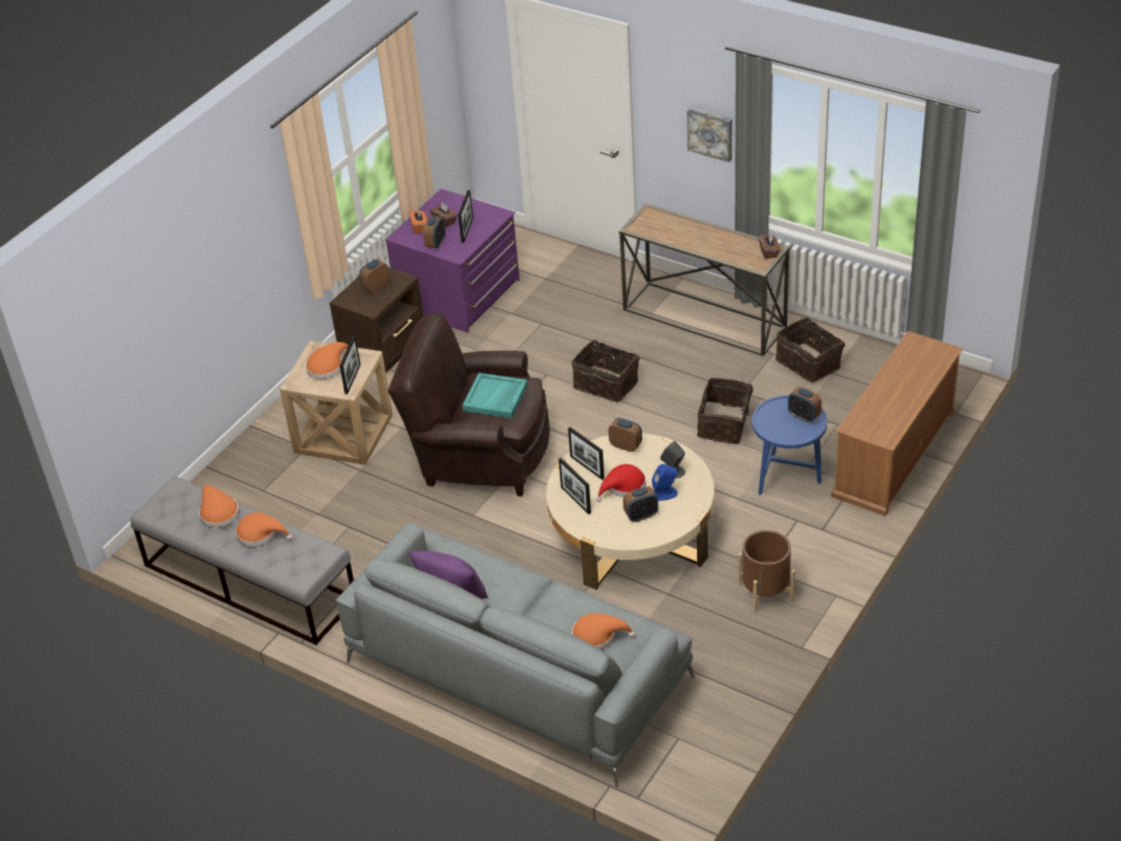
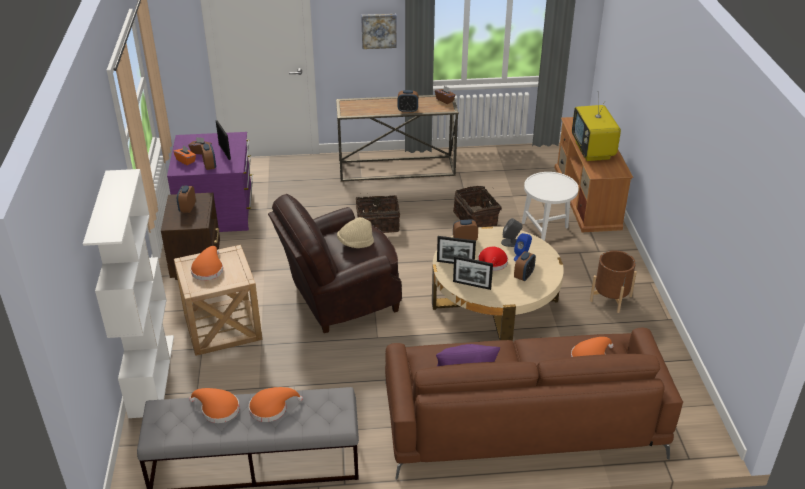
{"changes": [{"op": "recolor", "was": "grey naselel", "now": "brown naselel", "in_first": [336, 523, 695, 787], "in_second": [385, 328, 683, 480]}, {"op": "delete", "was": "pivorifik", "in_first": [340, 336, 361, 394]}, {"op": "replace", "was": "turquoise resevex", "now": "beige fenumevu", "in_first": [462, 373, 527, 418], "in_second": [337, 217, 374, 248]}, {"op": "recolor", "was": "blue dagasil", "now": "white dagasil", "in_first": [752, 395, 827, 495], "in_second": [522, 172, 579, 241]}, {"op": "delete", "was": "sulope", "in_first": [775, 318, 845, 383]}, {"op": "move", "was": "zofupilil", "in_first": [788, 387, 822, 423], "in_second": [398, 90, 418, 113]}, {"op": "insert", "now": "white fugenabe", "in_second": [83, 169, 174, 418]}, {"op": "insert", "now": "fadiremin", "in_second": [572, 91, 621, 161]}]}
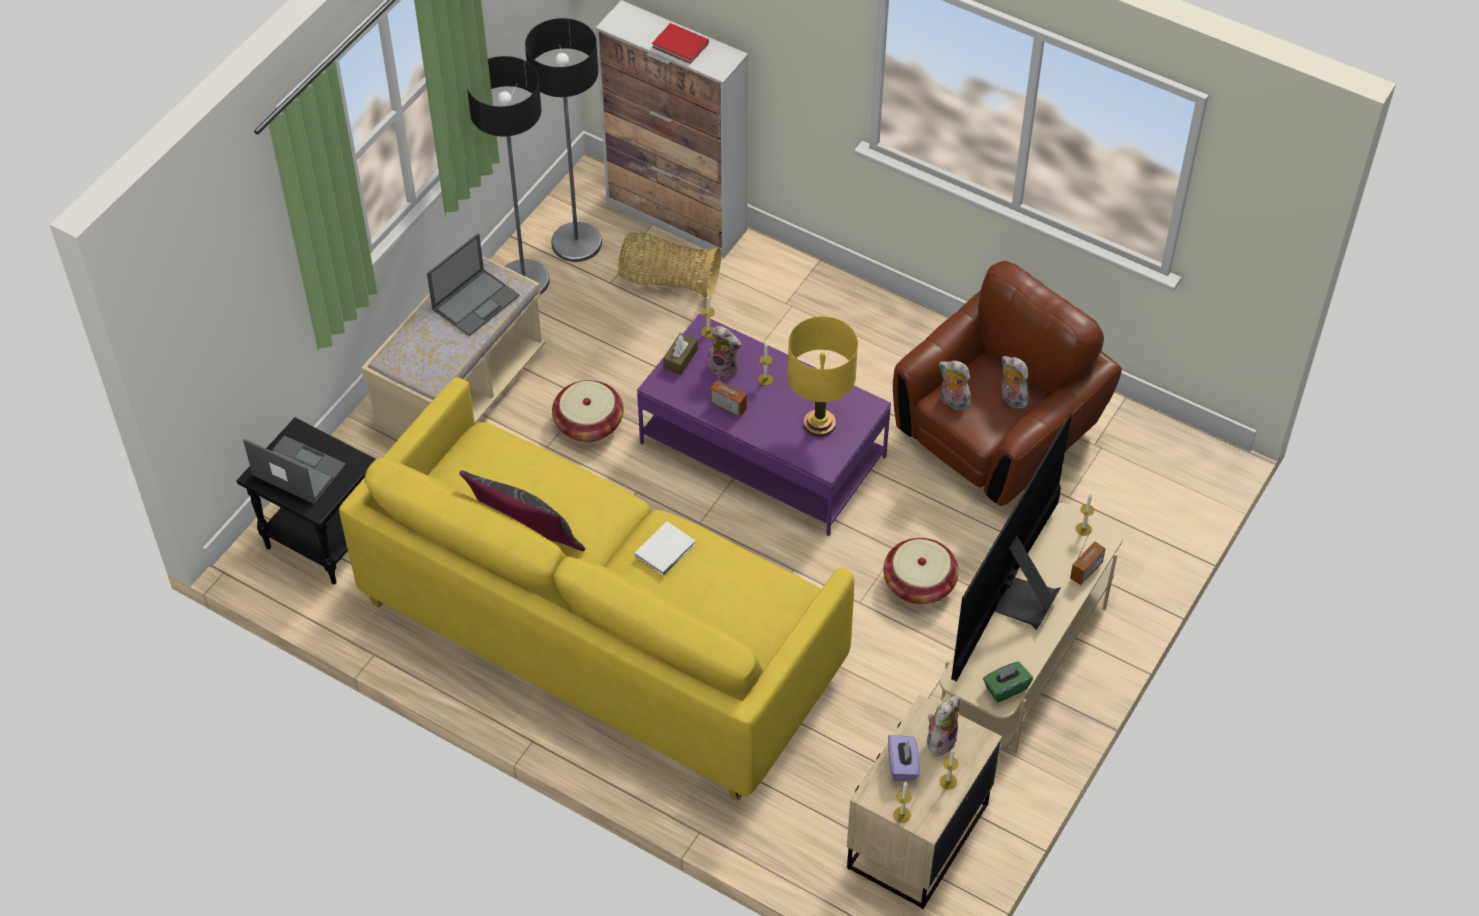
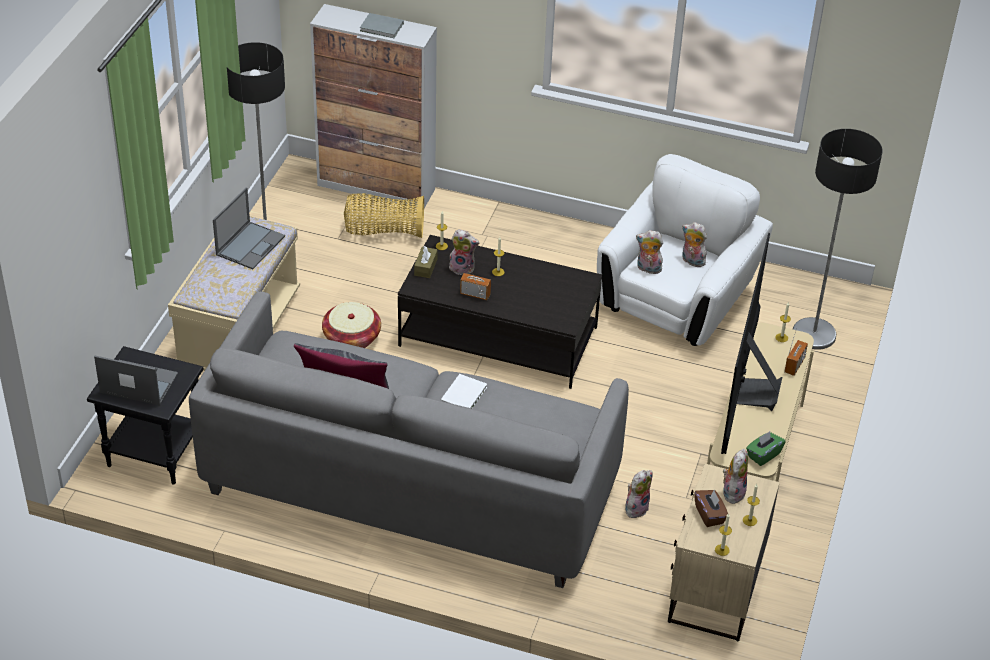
{"changes": [{"op": "recolor", "was": "yellow naselel", "now": "grey naselel", "in_first": [339, 377, 854, 801], "in_second": [189, 291, 629, 588]}, {"op": "move", "was": "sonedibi", "in_first": [525, 18, 602, 262], "in_second": [793, 129, 883, 350]}, {"op": "recolor", "was": "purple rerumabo", "now": "black rerumabo", "in_first": [637, 313, 891, 536], "in_second": [398, 235, 602, 389]}, {"op": "recolor", "was": "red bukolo", "now": "grey bukolo", "in_first": [652, 23, 709, 64], "in_second": [360, 13, 404, 38]}, {"op": "delete", "was": "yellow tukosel", "in_first": [788, 316, 858, 437]}, {"op": "delete", "was": "sulope", "in_first": [883, 538, 959, 604]}, {"op": "recolor", "was": "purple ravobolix", "now": "brown ravobolix", "in_first": [888, 735, 920, 781], "in_second": [694, 490, 728, 527]}, {"op": "recolor", "was": "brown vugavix", "now": "white vugavix", "in_first": [893, 261, 1122, 506], "in_second": [597, 154, 773, 346]}, {"op": "insert", "now": "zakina", "in_second": [625, 470, 652, 519]}]}
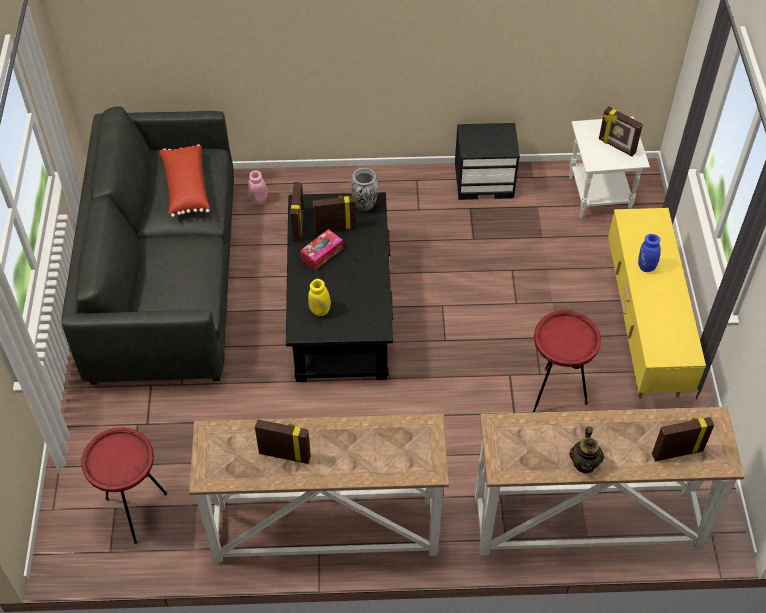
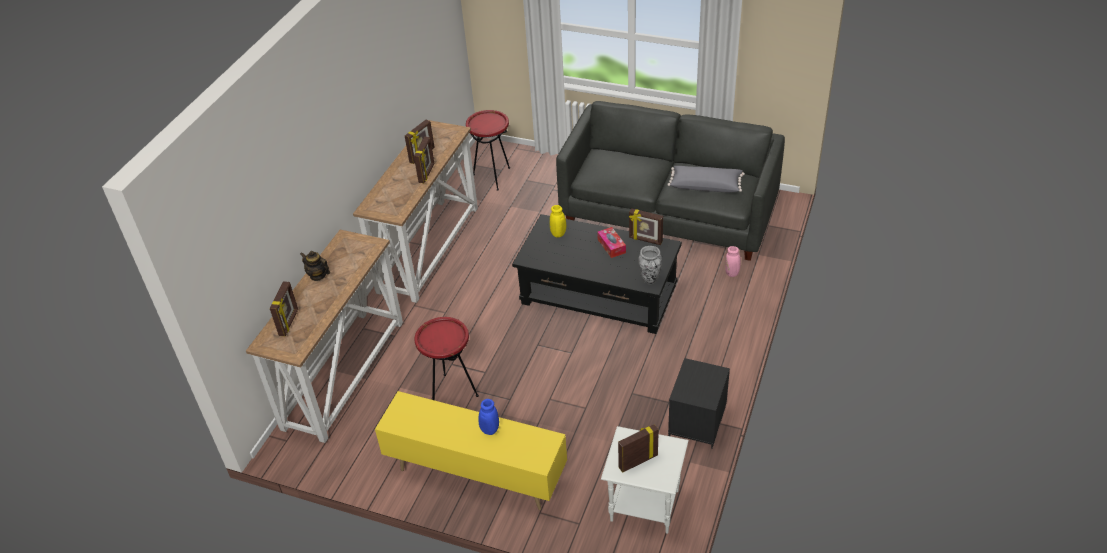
{"changes": [{"op": "recolor", "was": "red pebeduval", "now": "grey pebeduval", "in_first": [159, 144, 210, 217], "in_second": [667, 166, 745, 192]}, {"op": "move", "was": "pivorifik", "in_first": [313, 196, 356, 234], "in_second": [414, 136, 435, 183]}]}
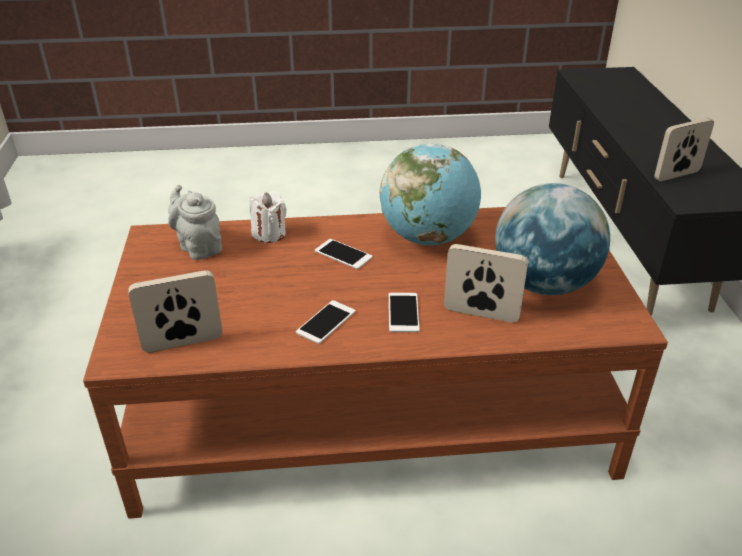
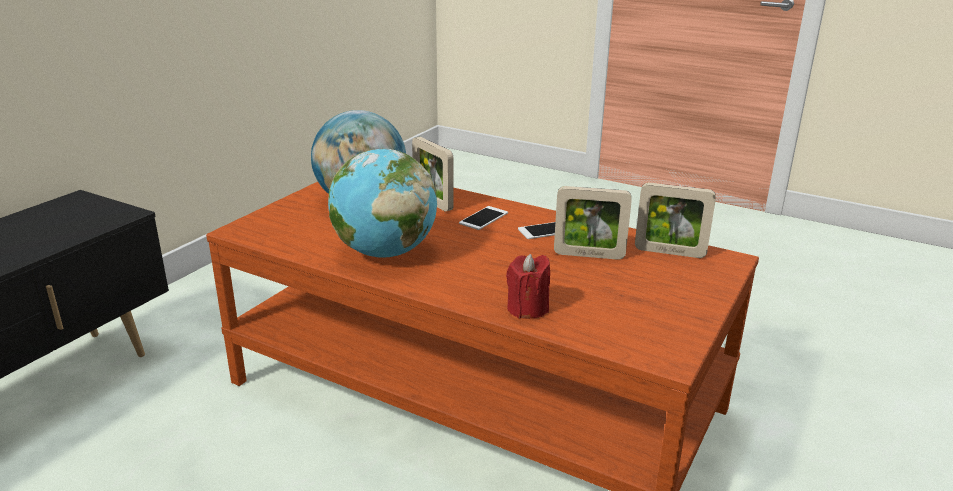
{"changes": [{"op": "delete", "was": "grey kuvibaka", "in_first": [168, 185, 222, 260]}, {"op": "recolor", "was": "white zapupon", "now": "red zapupon", "in_first": [249, 191, 287, 243], "in_second": [506, 254, 550, 319]}, {"op": "delete", "was": "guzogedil", "in_first": [315, 239, 373, 269]}, {"op": "move", "was": "pivorifik", "in_first": [654, 118, 714, 182], "in_second": [554, 186, 632, 260]}]}
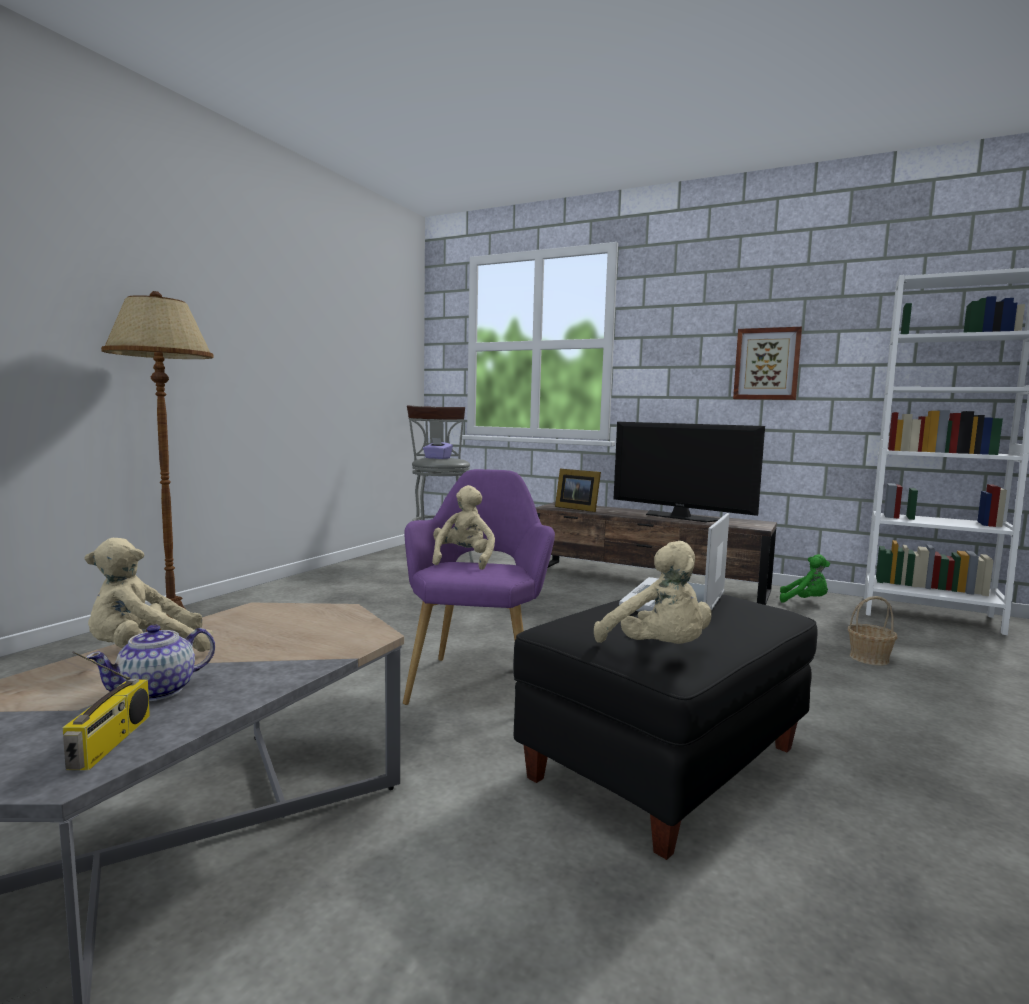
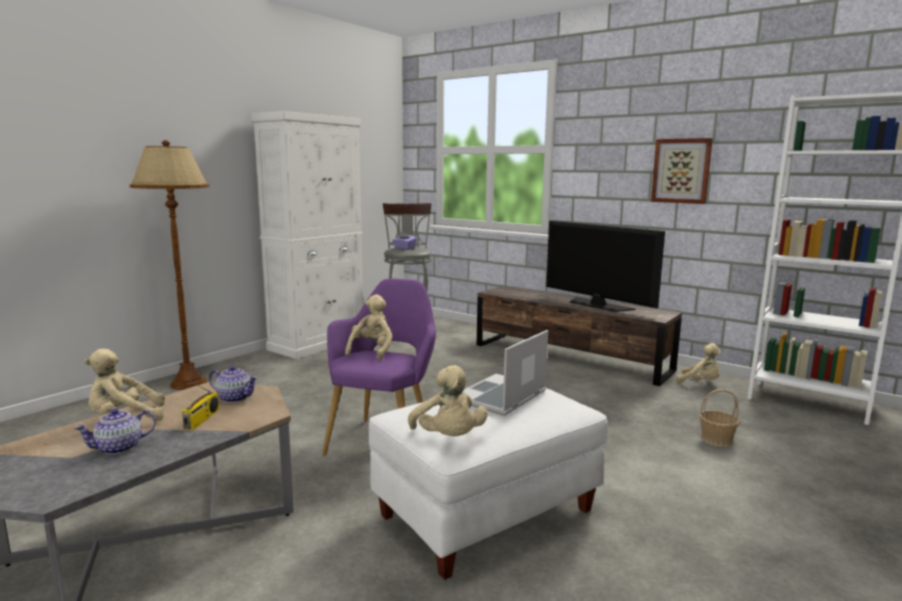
{"changes": [{"op": "move", "was": "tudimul", "in_first": [63, 651, 150, 770], "in_second": [182, 378, 219, 430]}, {"op": "recolor", "was": "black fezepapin", "now": "white fezepapin", "in_first": [513, 594, 818, 860], "in_second": [369, 388, 608, 580]}, {"op": "delete", "was": "pivorifik", "in_first": [555, 469, 601, 512]}, {"op": "recolor", "was": "green zakina", "now": "beige zakina", "in_first": [780, 554, 830, 603], "in_second": [676, 343, 721, 383]}, {"op": "insert", "now": "kuvibaka", "in_second": [209, 366, 258, 403]}, {"op": "insert", "now": "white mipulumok", "in_second": [251, 111, 363, 359]}]}
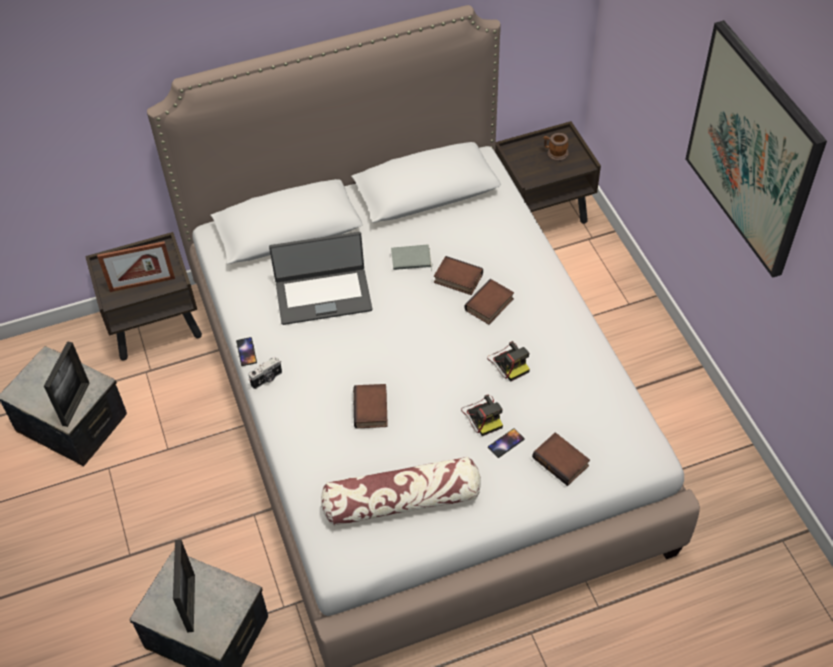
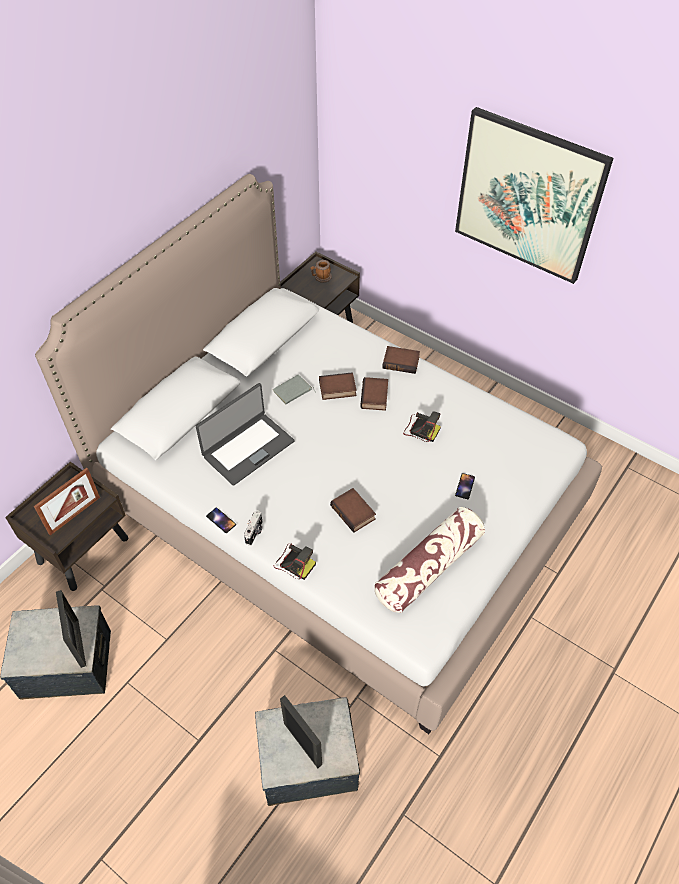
{"changes": [{"op": "move", "was": "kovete", "in_first": [461, 394, 503, 436], "in_second": [274, 543, 316, 580]}, {"op": "move", "was": "bukolo", "in_first": [532, 432, 590, 486], "in_second": [383, 346, 420, 374]}]}
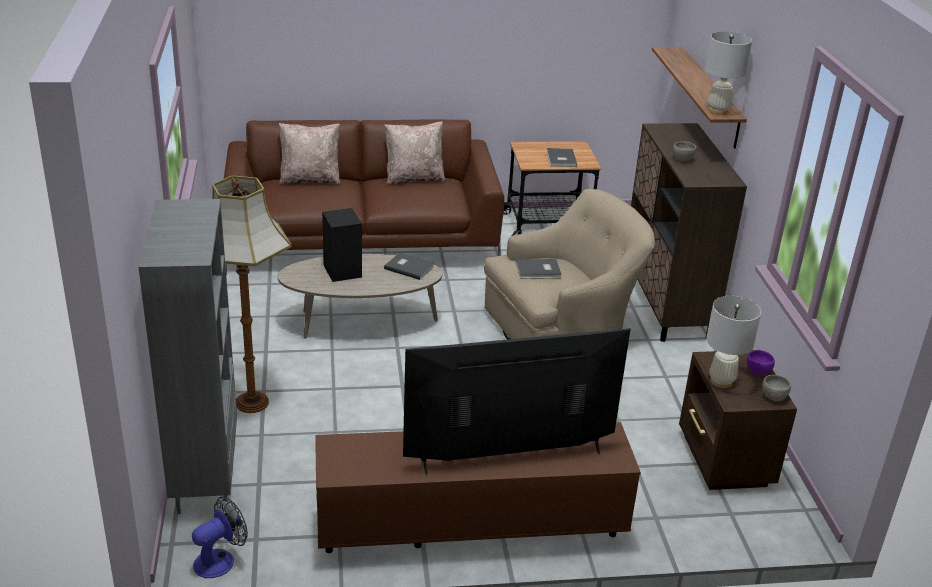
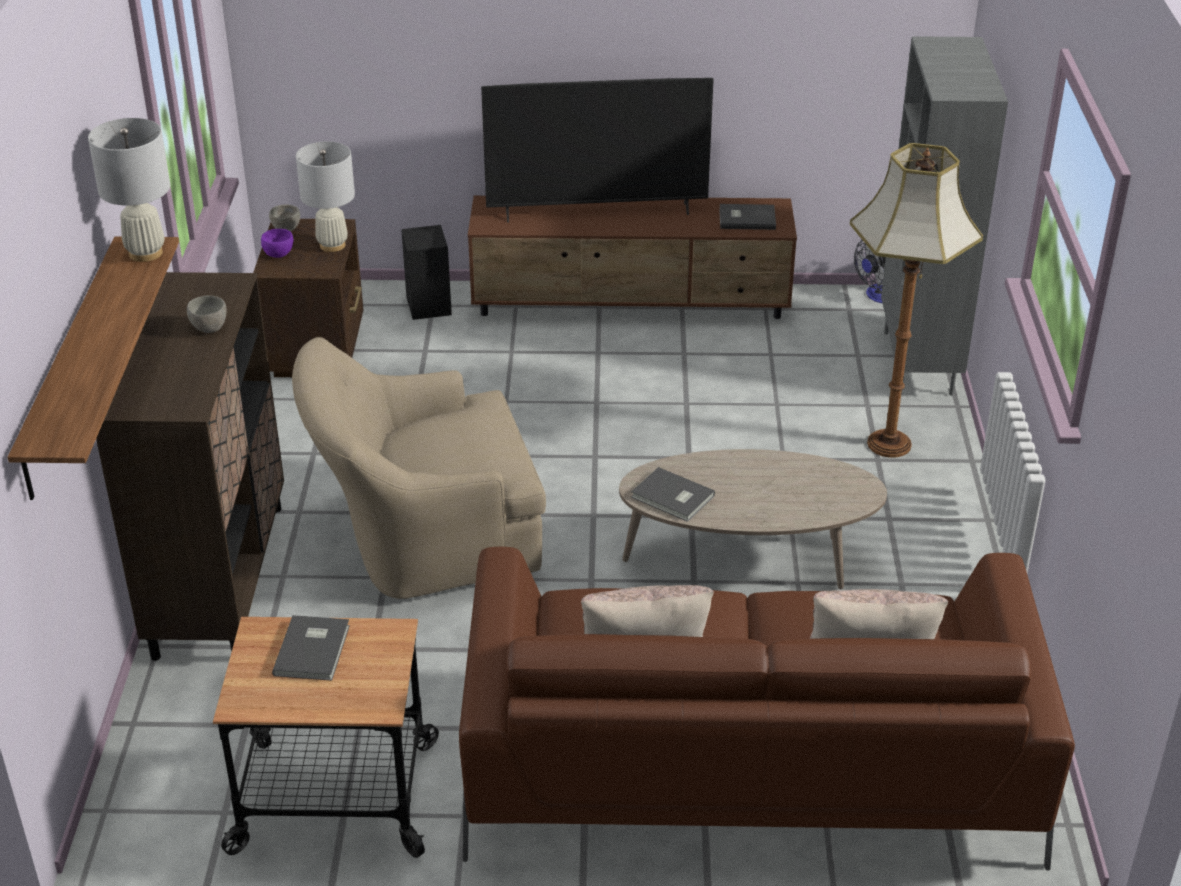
{"changes": [{"op": "move", "was": "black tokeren", "in_first": [322, 208, 362, 282], "in_second": [401, 225, 452, 320]}, {"op": "move", "was": "grey bukolo", "in_first": [516, 259, 562, 279], "in_second": [719, 204, 776, 230]}]}
